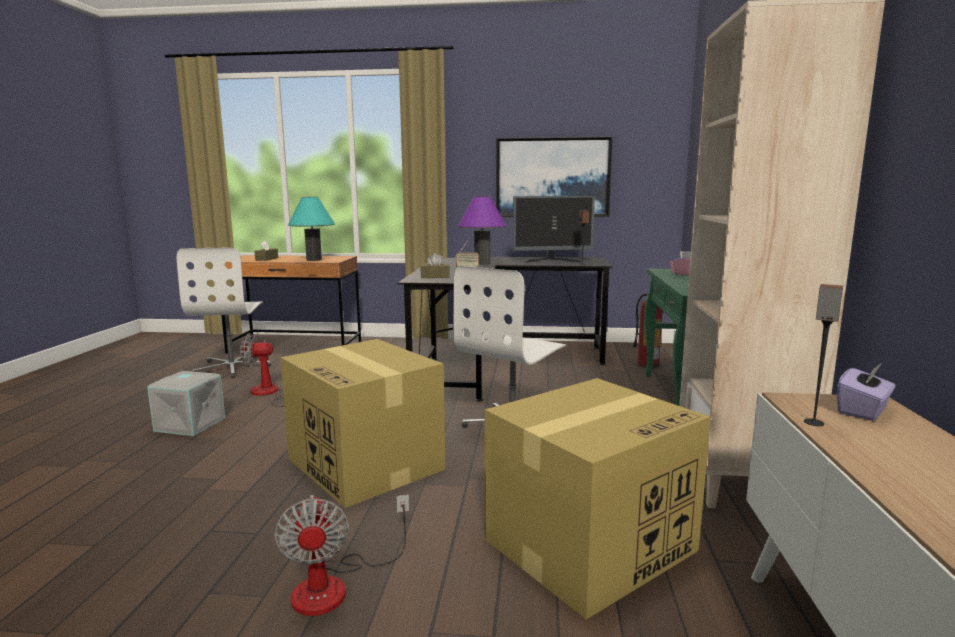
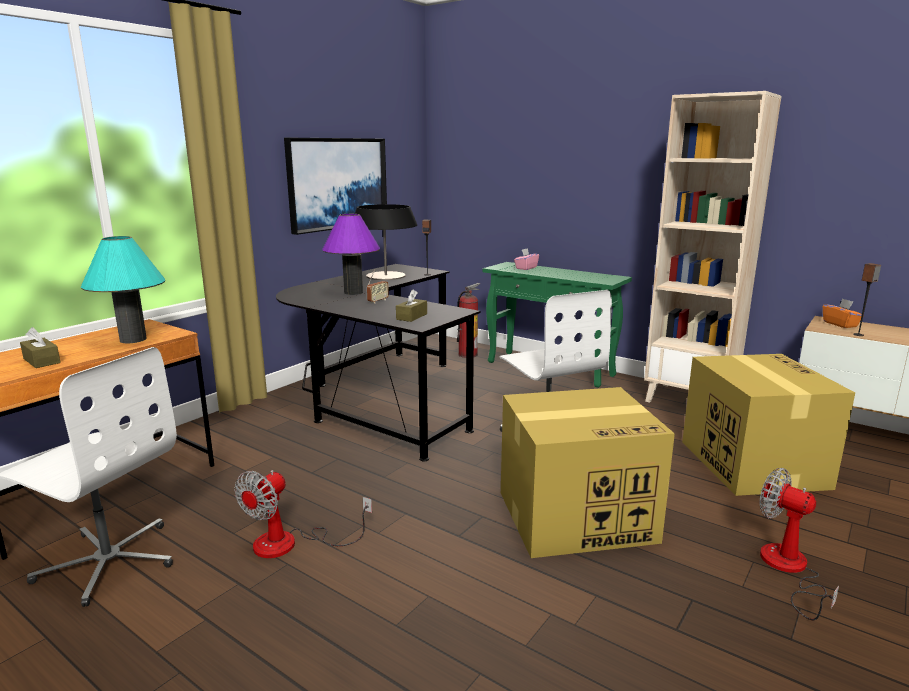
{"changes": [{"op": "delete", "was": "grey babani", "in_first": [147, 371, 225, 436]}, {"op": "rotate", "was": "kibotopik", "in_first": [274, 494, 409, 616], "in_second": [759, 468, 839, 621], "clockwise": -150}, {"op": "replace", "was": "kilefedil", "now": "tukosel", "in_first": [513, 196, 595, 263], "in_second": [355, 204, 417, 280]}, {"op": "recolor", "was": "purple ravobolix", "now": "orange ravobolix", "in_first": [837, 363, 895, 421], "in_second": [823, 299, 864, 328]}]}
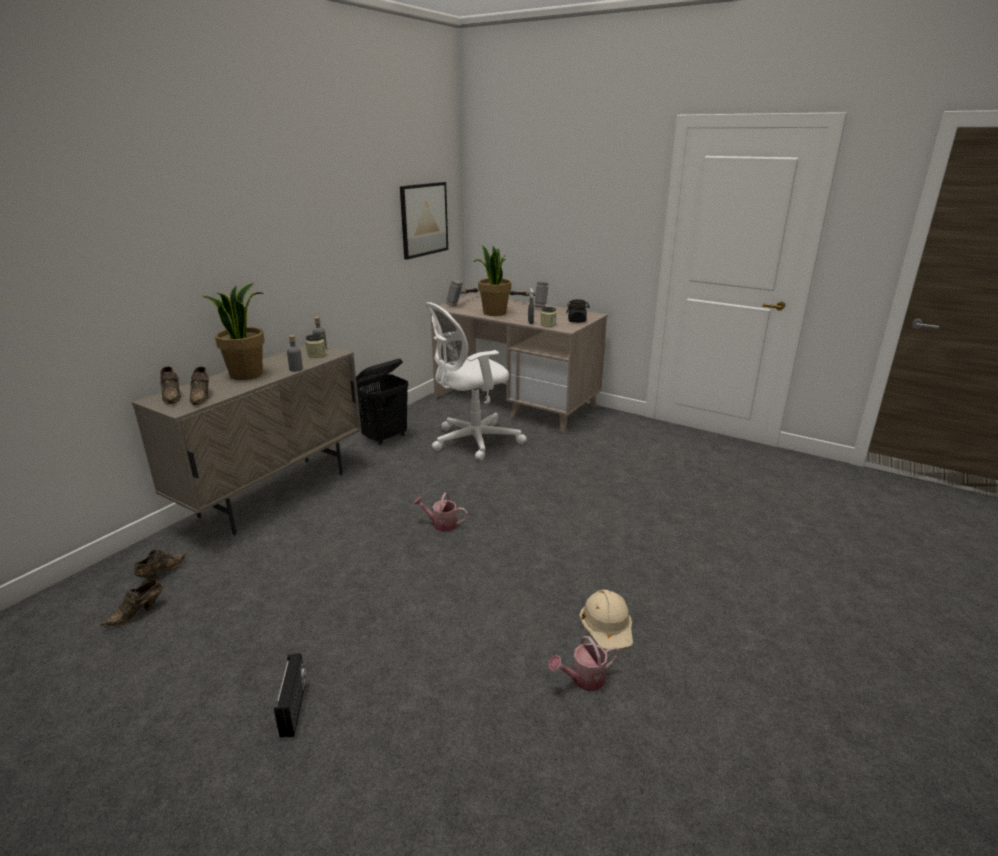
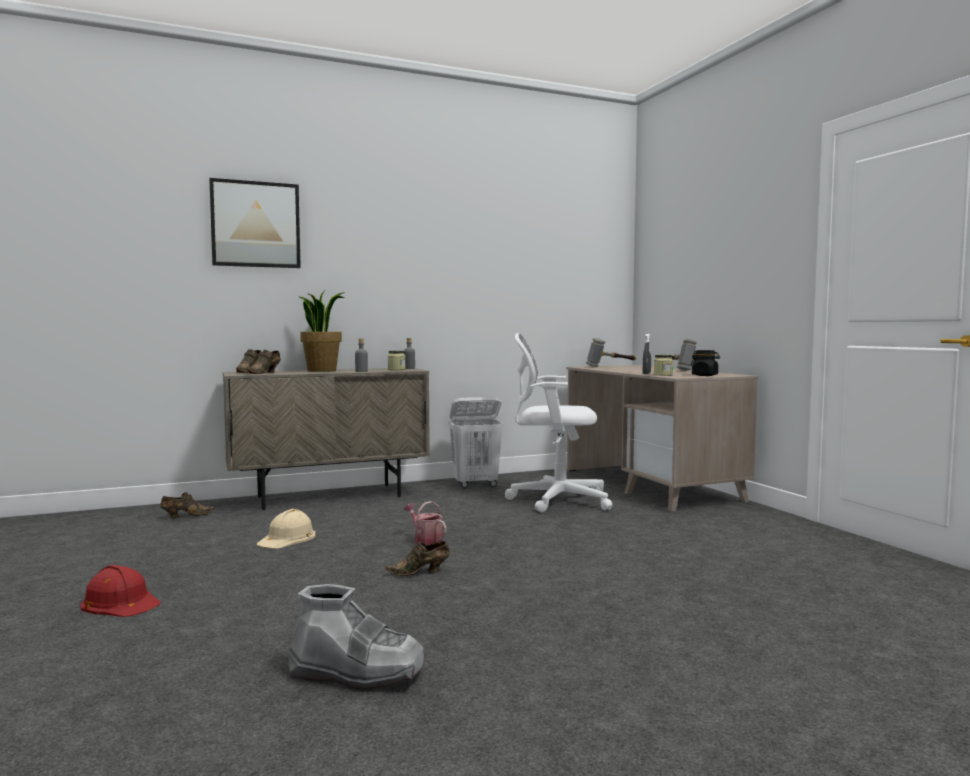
{"changes": [{"op": "move", "was": "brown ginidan", "in_first": [100, 579, 163, 627], "in_second": [386, 541, 450, 576]}, {"op": "replace", "was": "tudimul", "now": "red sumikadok", "in_first": [274, 653, 307, 738], "in_second": [80, 565, 161, 617]}, {"op": "recolor", "was": "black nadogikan", "now": "white nadogikan", "in_first": [356, 359, 408, 445], "in_second": [449, 397, 503, 488]}, {"op": "move", "was": "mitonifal", "in_first": [400, 182, 448, 260], "in_second": [209, 178, 301, 268]}, {"op": "delete", "was": "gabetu", "in_first": [473, 245, 511, 316]}, {"op": "replace", "was": "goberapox", "now": "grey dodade", "in_first": [548, 636, 619, 691], "in_second": [288, 584, 426, 690]}, {"op": "move", "was": "beige sumikadok", "in_first": [579, 590, 633, 649], "in_second": [257, 509, 315, 549]}]}
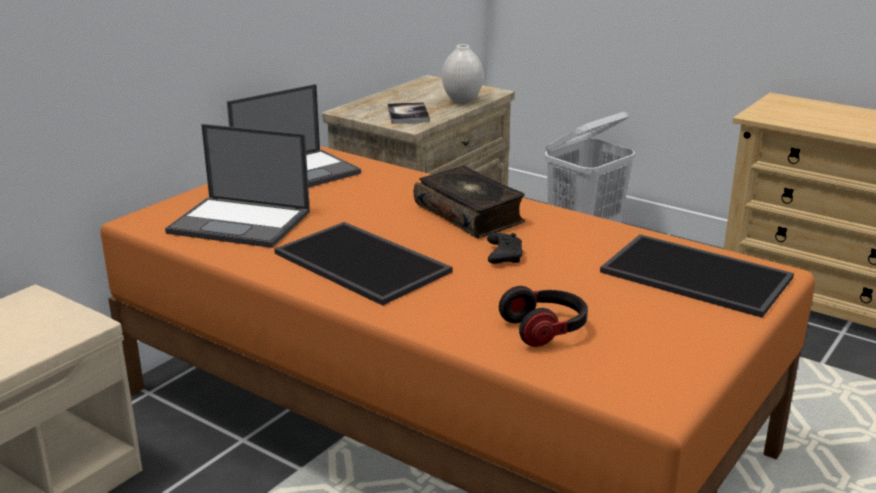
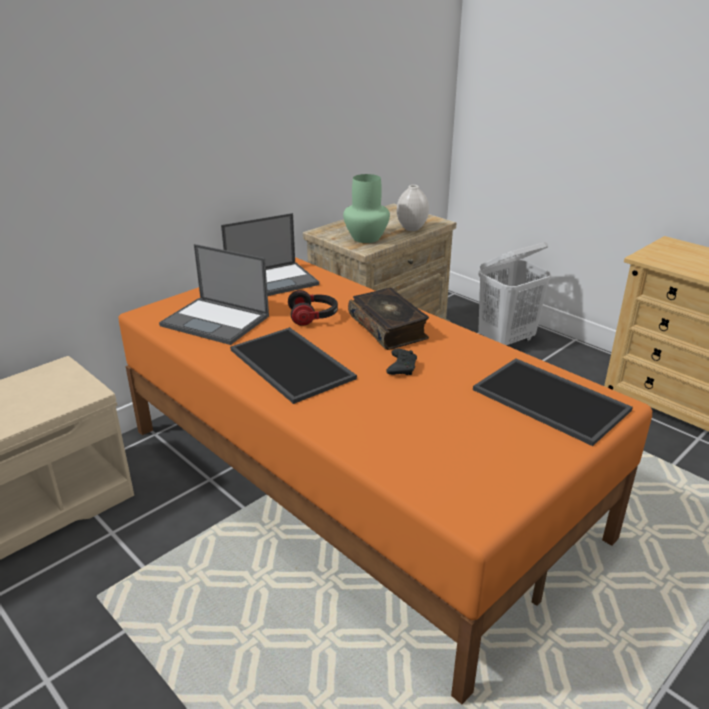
{"changes": [{"op": "replace", "was": "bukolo", "now": "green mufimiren", "in_first": [387, 102, 430, 124], "in_second": [343, 174, 390, 243]}, {"op": "move", "was": "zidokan", "in_first": [499, 286, 588, 347], "in_second": [288, 290, 338, 326]}]}
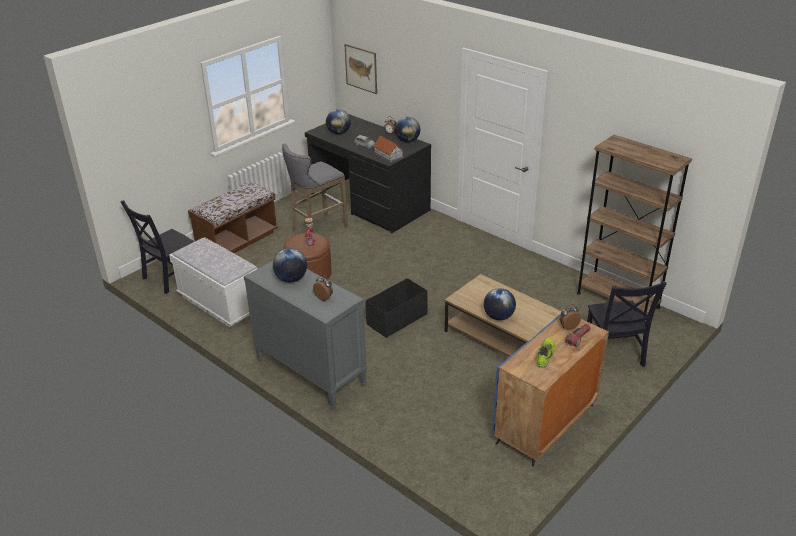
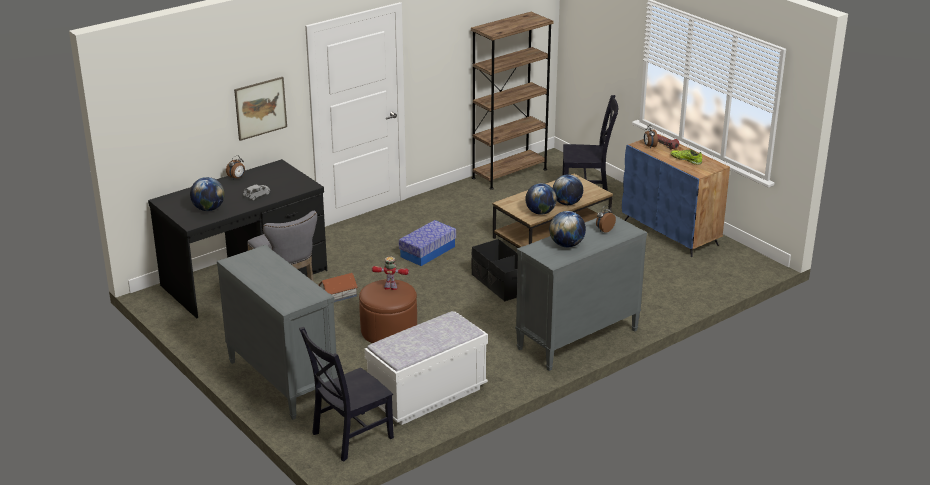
{"changes": [{"op": "rotate", "was": "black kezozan", "in_first": [120, 200, 195, 294], "in_second": [299, 327, 394, 462], "clockwise": 90}, {"op": "replace", "was": "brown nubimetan", "now": "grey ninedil", "in_first": [188, 181, 278, 253], "in_second": [217, 244, 338, 420]}, {"op": "move", "was": "mitonifal", "in_first": [344, 44, 377, 94], "in_second": [234, 77, 287, 141]}, {"op": "move", "was": "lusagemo", "in_first": [374, 136, 404, 163], "in_second": [319, 273, 358, 302]}, {"op": "move", "was": "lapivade", "in_first": [395, 117, 420, 143], "in_second": [525, 183, 557, 215]}, {"op": "insert", "now": "babani", "in_second": [399, 220, 456, 266]}]}
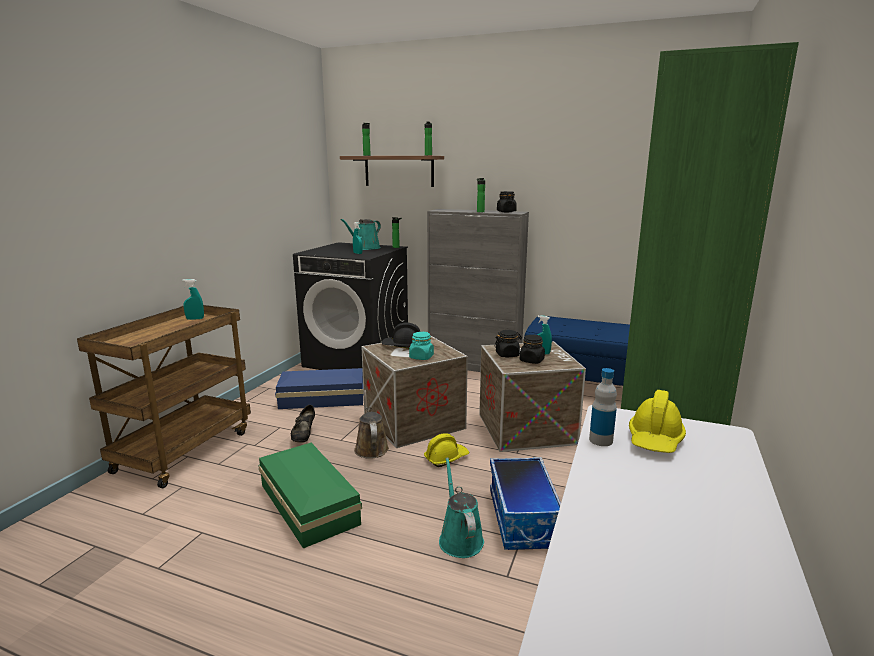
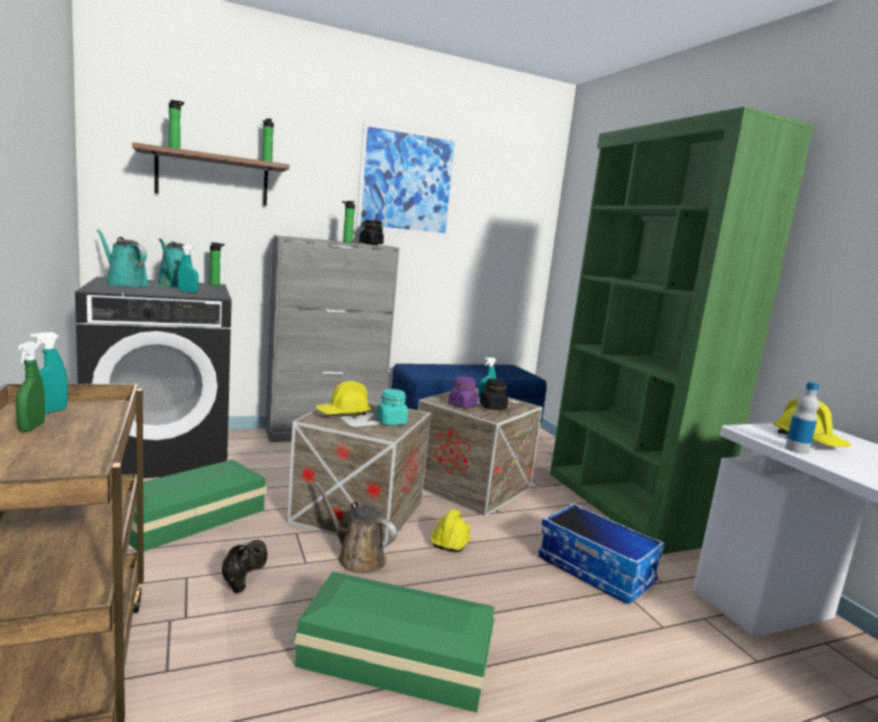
{"changes": [{"op": "recolor", "was": "blue babani", "now": "green babani", "in_first": [275, 368, 364, 409], "in_second": [129, 459, 267, 551]}, {"op": "rotate", "was": "black ginidan", "in_first": [291, 405, 315, 443], "in_second": [222, 540, 268, 593], "clockwise": -135}, {"op": "recolor", "was": "black sumikadok", "now": "yellow sumikadok", "in_first": [382, 322, 420, 349], "in_second": [315, 381, 371, 415]}, {"op": "move", "was": "turquoise goberapox", "in_first": [439, 458, 484, 558], "in_second": [97, 230, 149, 287]}, {"op": "recolor", "was": "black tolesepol", "now": "purple tolesepol", "in_first": [495, 330, 522, 357], "in_second": [449, 376, 478, 408]}, {"op": "insert", "now": "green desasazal", "in_second": [16, 341, 45, 432]}, {"op": "insert", "now": "mitonifal", "in_second": [356, 121, 459, 237]}]}
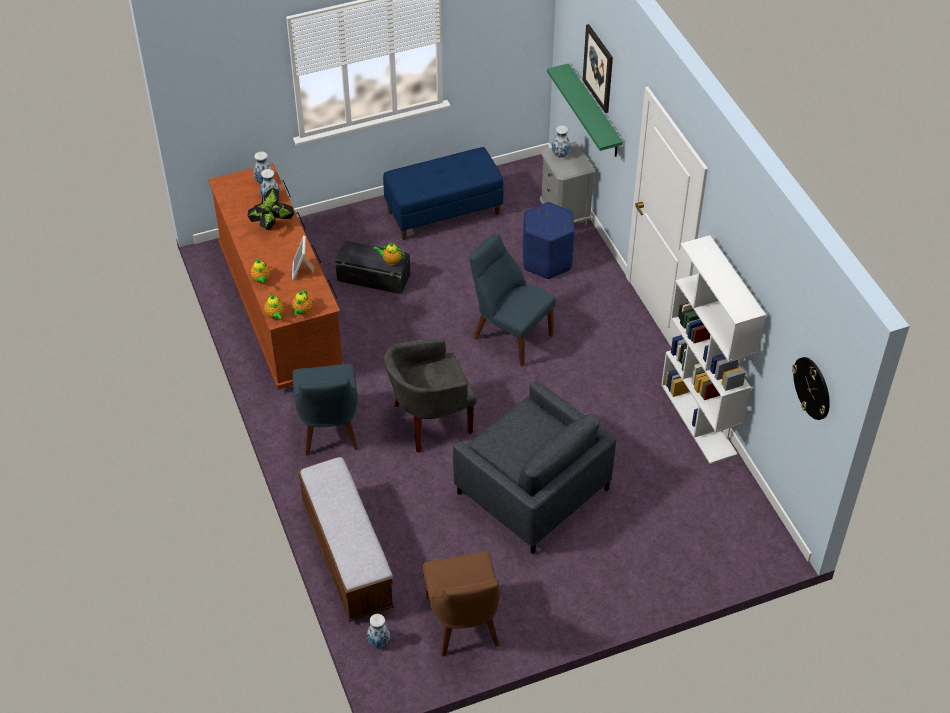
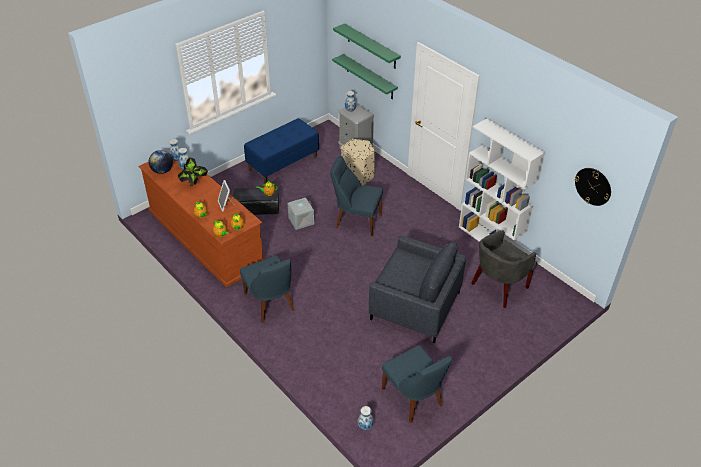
{"changes": [{"op": "delete", "was": "nubimetan", "in_first": [297, 456, 394, 622]}, {"op": "move", "was": "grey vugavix", "in_first": [384, 338, 477, 453], "in_second": [471, 231, 537, 308]}, {"op": "recolor", "was": "brown kezozan", "now": "blue kezozan", "in_first": [423, 551, 500, 656], "in_second": [382, 345, 452, 423]}, {"op": "recolor", "was": "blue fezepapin", "now": "beige fezepapin", "in_first": [523, 202, 575, 279], "in_second": [341, 139, 375, 185]}, {"op": "replace", "was": "mitonifal", "now": "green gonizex", "in_first": [583, 24, 613, 113], "in_second": [333, 23, 401, 69]}, {"op": "insert", "now": "lapivade", "in_second": [148, 150, 173, 174]}, {"op": "insert", "now": "grey babani", "in_second": [288, 198, 314, 230]}]}
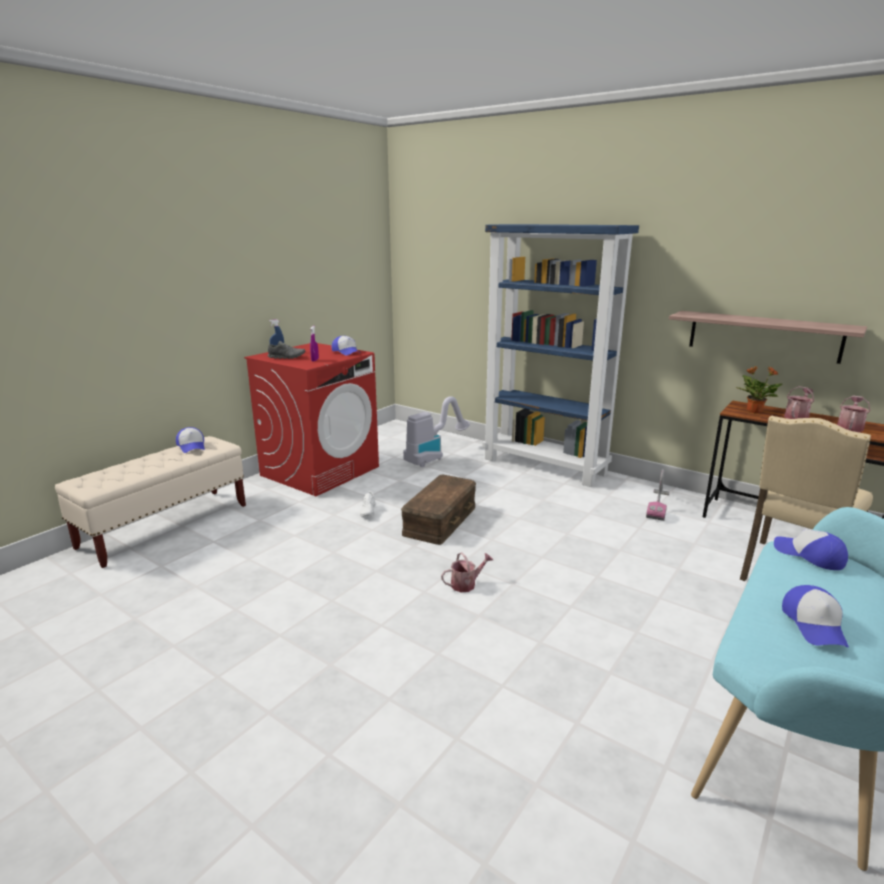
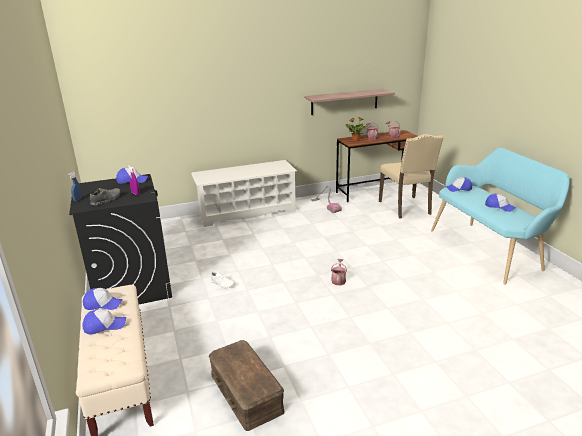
{"changes": [{"op": "recolor", "was": "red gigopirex", "now": "black gigopirex", "in_first": [244, 343, 379, 496], "in_second": [69, 174, 172, 304]}, {"op": "move", "was": "brown babani", "in_first": [401, 475, 476, 545], "in_second": [209, 340, 285, 431]}, {"op": "delete", "was": "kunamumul", "in_first": [403, 396, 470, 467]}, {"op": "replace", "was": "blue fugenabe", "now": "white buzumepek", "in_first": [482, 224, 639, 487], "in_second": [191, 160, 297, 227]}, {"op": "insert", "now": "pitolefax", "in_second": [83, 309, 126, 334]}]}
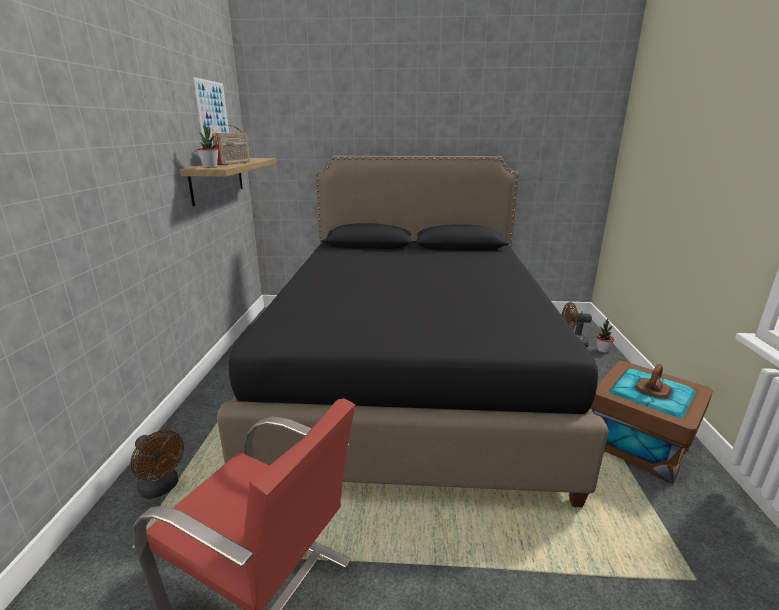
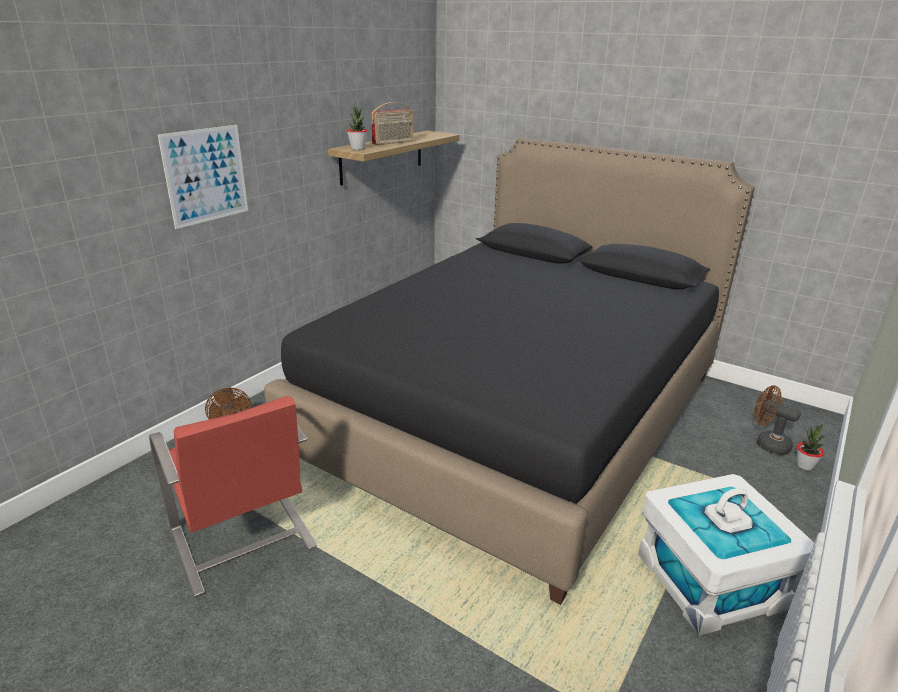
{"changes": [{"op": "move", "was": "mitonifal", "in_first": [193, 77, 229, 146], "in_second": [158, 125, 248, 229]}, {"op": "recolor", "was": "brown babani", "now": "white babani", "in_first": [591, 361, 713, 484], "in_second": [638, 474, 814, 636]}]}
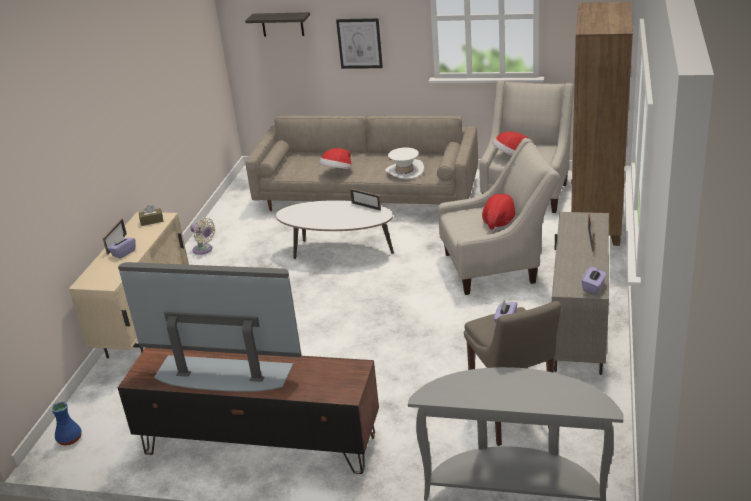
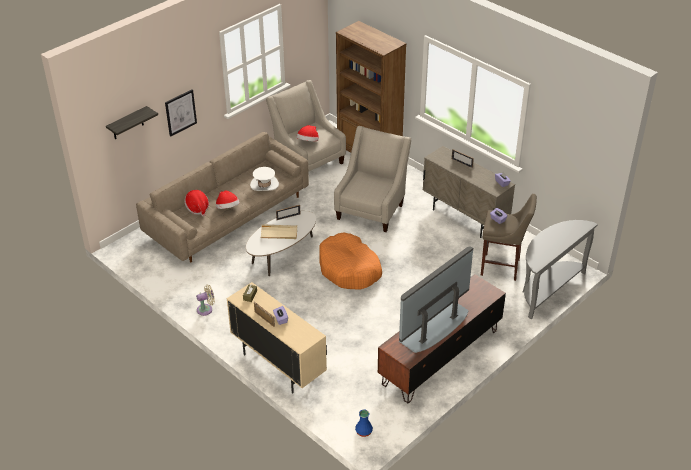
{"changes": [{"op": "move", "was": "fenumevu", "in_first": [482, 194, 516, 233], "in_second": [184, 190, 209, 216]}, {"op": "insert", "now": "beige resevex", "in_second": [260, 224, 297, 239]}, {"op": "insert", "now": "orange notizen", "in_second": [319, 233, 382, 290]}]}
